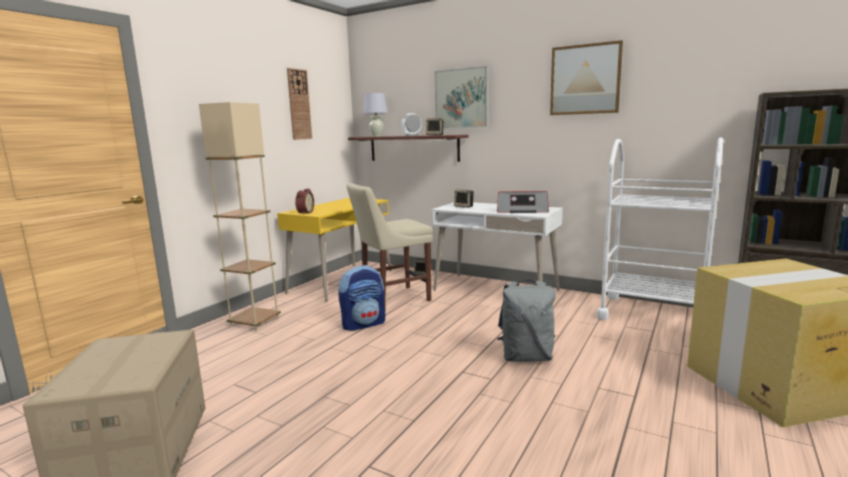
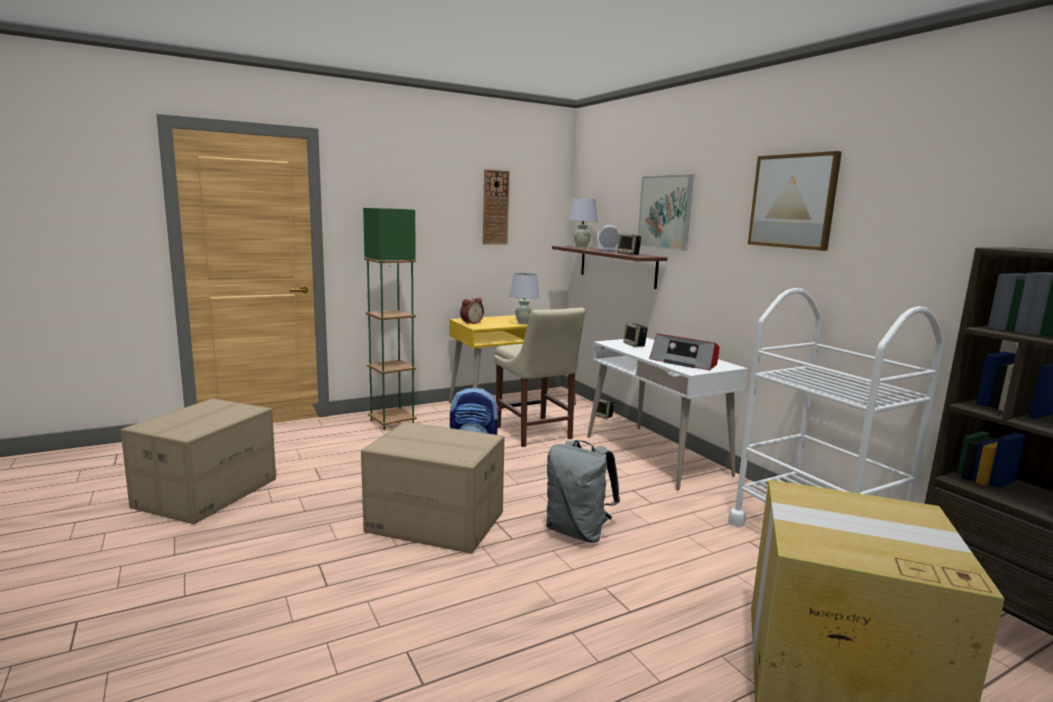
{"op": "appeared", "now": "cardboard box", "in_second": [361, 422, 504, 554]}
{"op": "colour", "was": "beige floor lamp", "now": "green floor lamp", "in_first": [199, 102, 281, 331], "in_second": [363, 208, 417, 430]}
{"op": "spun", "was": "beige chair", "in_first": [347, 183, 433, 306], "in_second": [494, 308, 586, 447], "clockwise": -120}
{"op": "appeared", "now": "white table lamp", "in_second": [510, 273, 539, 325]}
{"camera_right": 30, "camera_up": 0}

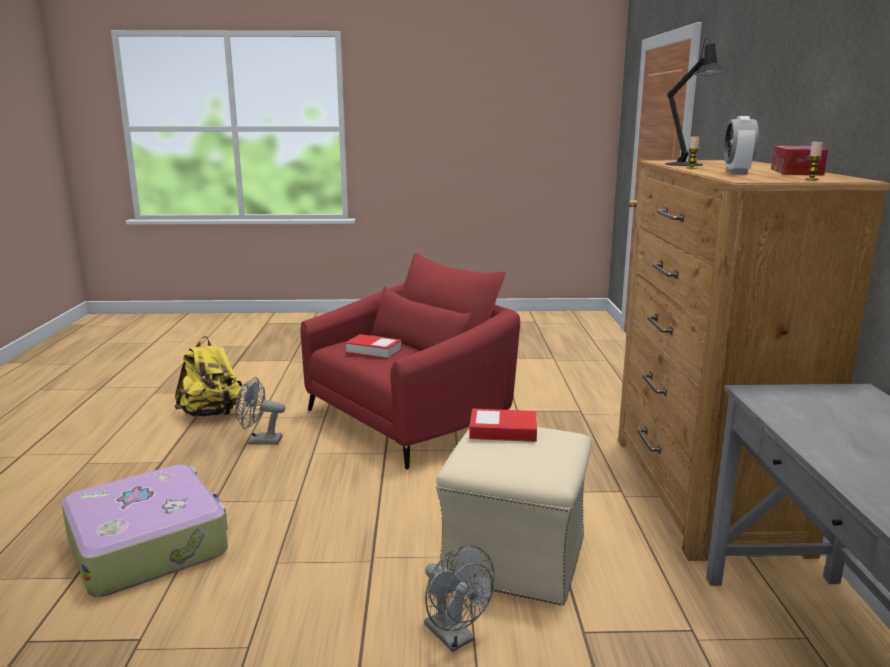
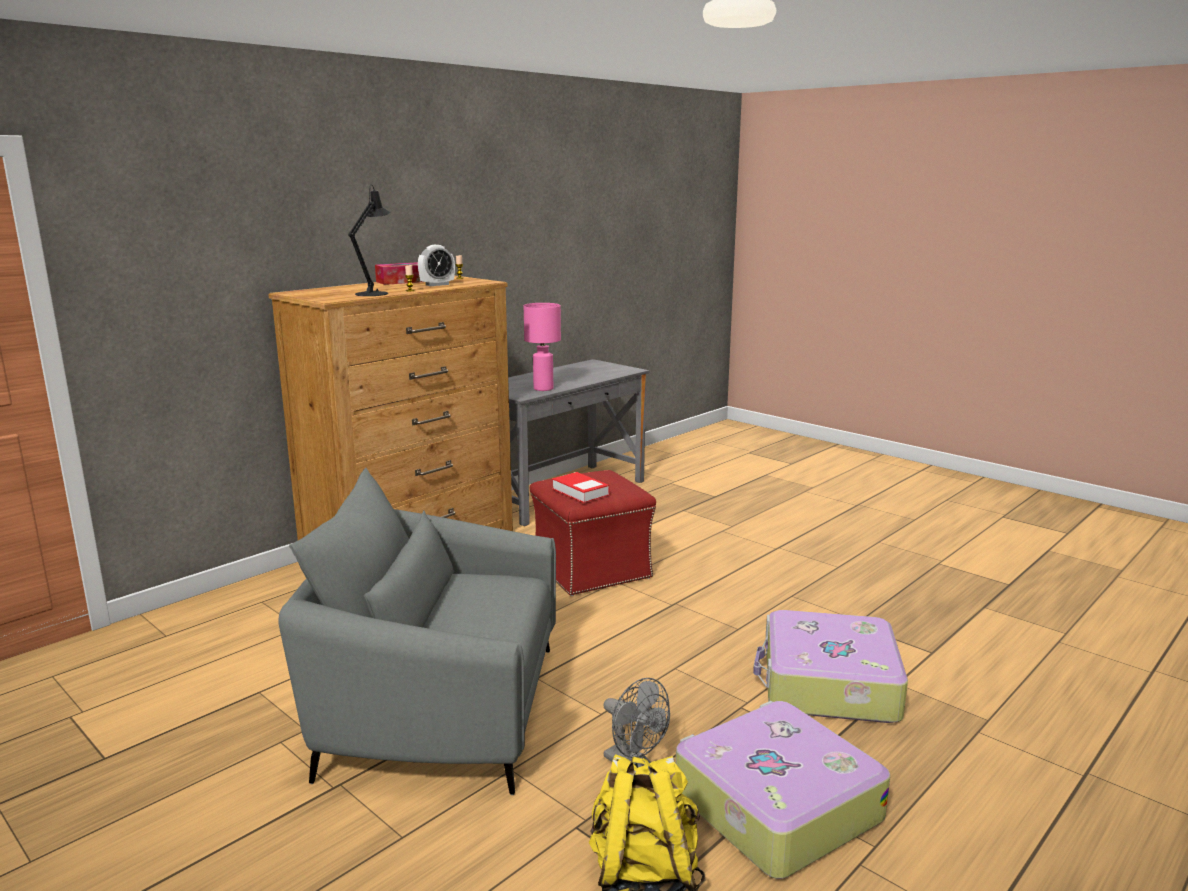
{"op": "colour", "was": "red armchair", "now": "grey armchair", "in_first": [300, 253, 520, 470], "in_second": [278, 468, 556, 795]}
{"op": "appeared", "now": "pink table lamp", "in_second": [524, 303, 561, 391]}
{"op": "colour", "was": "beige ottoman", "now": "red ottoman", "in_first": [436, 427, 592, 606], "in_second": [530, 470, 656, 596]}
{"op": "appeared", "now": "suitcase", "in_second": [676, 701, 891, 879]}
{"op": "missing", "was": "book", "in_first": [345, 334, 402, 359]}
{"op": "missing", "was": "grey fan", "in_first": [424, 545, 494, 652]}
{"camera_right": -135, "camera_up": 0}

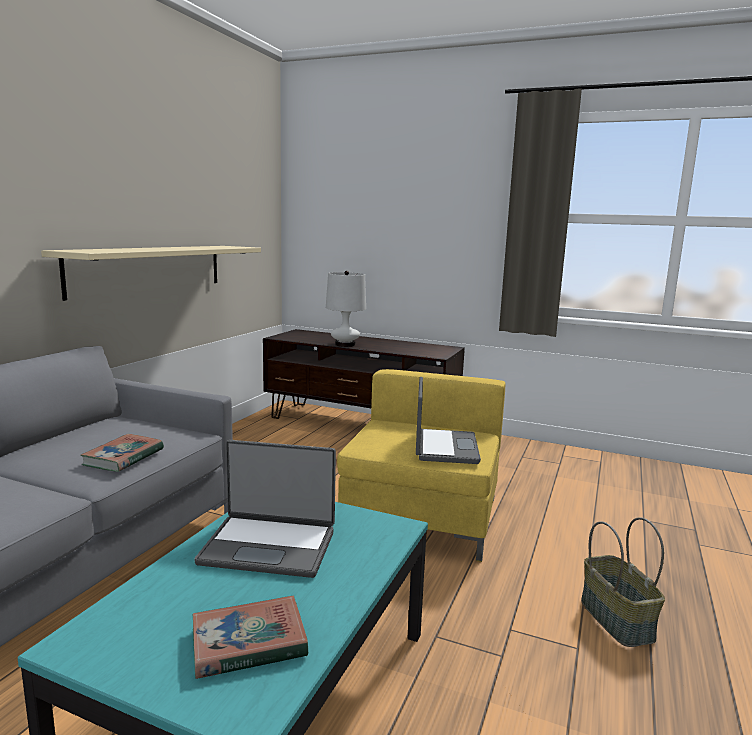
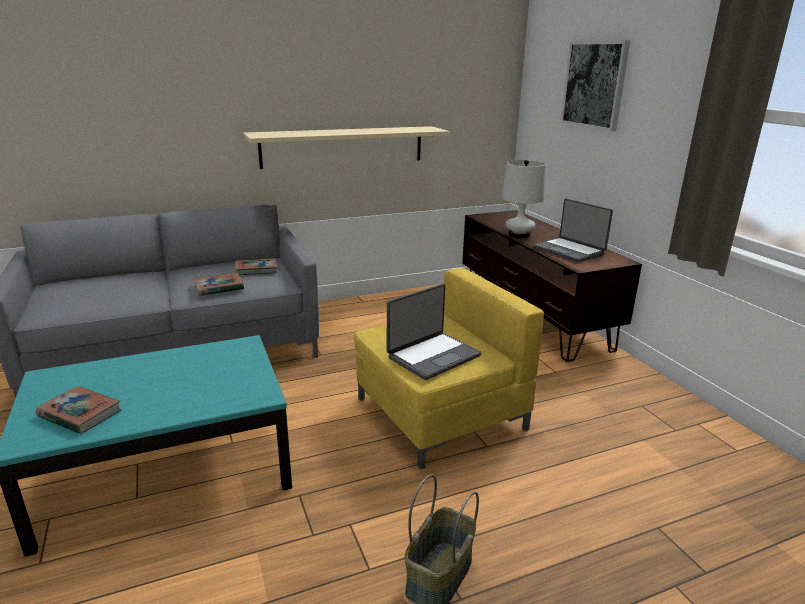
{"op": "appeared", "now": "book", "in_second": [235, 258, 278, 275]}
{"op": "relocated", "was": "laptop", "in_first": [195, 440, 336, 578], "in_second": [533, 198, 613, 263]}
{"op": "appeared", "now": "picture", "in_second": [561, 40, 630, 131]}
{"camera_right": 45, "camera_up": 10}

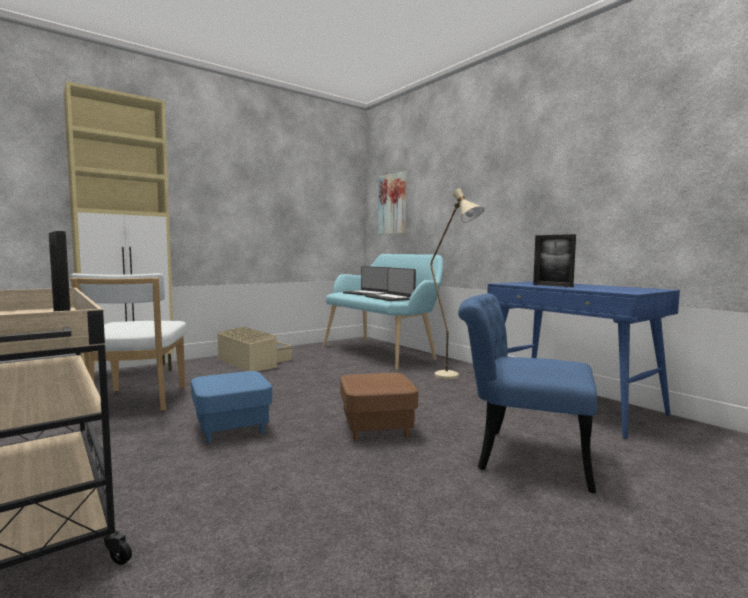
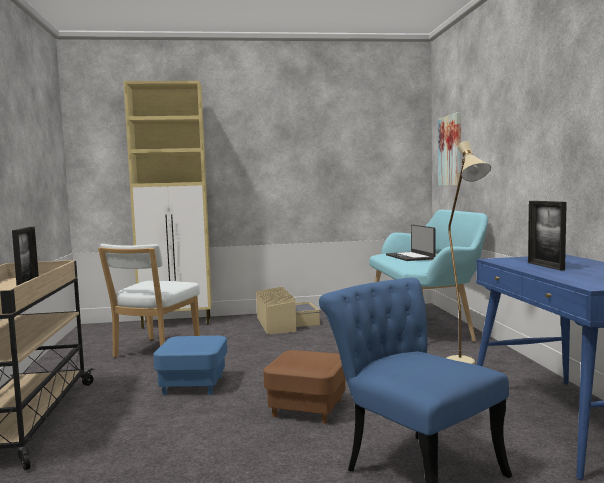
{"op": "missing", "was": "laptop", "in_first": [365, 267, 416, 301]}
{"camera_right": 30, "camera_up": 0}

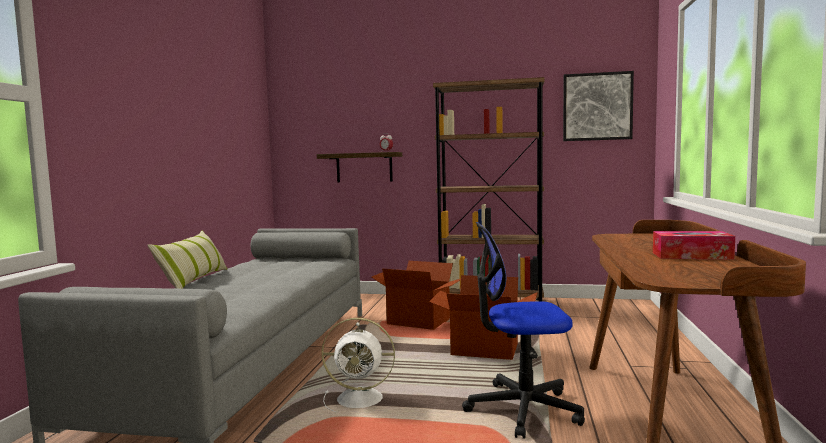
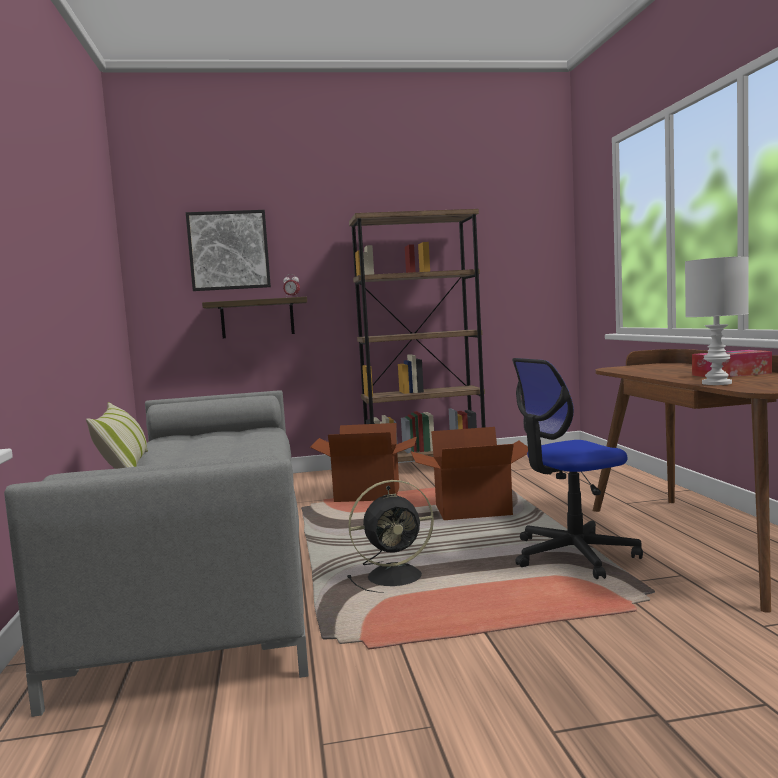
{"op": "relocated", "was": "picture", "in_first": [563, 71, 634, 141], "in_second": [186, 210, 271, 291]}
{"op": "colour", "was": "white fan", "now": "black fan", "in_first": [322, 318, 395, 412], "in_second": [347, 480, 434, 593]}
{"op": "appeared", "now": "white table lamp", "in_second": [685, 256, 749, 385]}
{"camera_right": -20, "camera_up": 0}

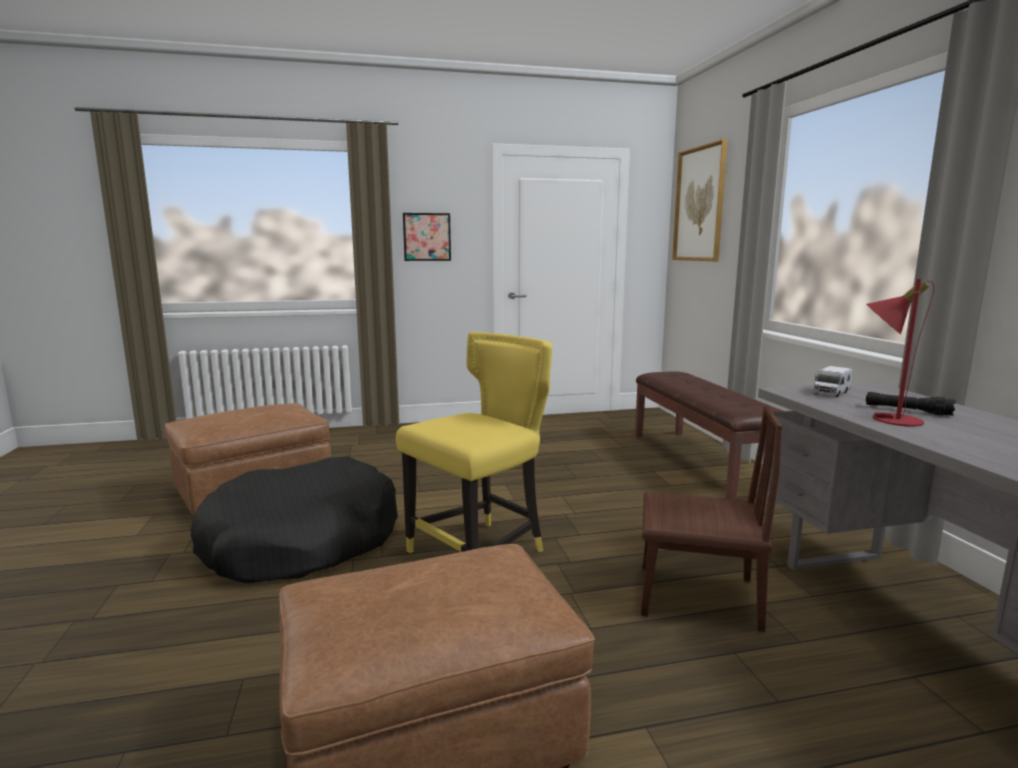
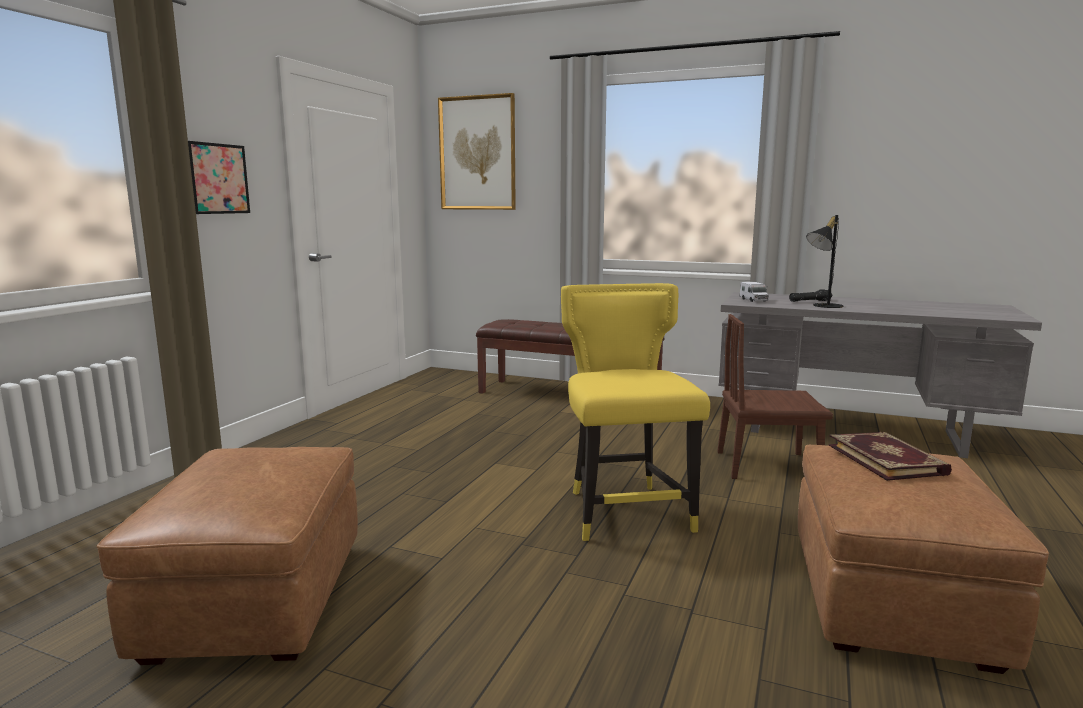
{"op": "spun", "was": "brown chair", "in_first": [641, 406, 783, 632], "in_second": [717, 314, 833, 479], "clockwise": -135}
{"op": "colour", "was": "red table lamp", "now": "black table lamp", "in_first": [866, 279, 934, 427], "in_second": [806, 215, 843, 308]}
{"op": "appeared", "now": "book", "in_second": [828, 432, 952, 481]}
{"op": "missing", "was": "black dog bed", "in_first": [191, 457, 398, 583]}
{"camera_right": -55, "camera_up": 0}

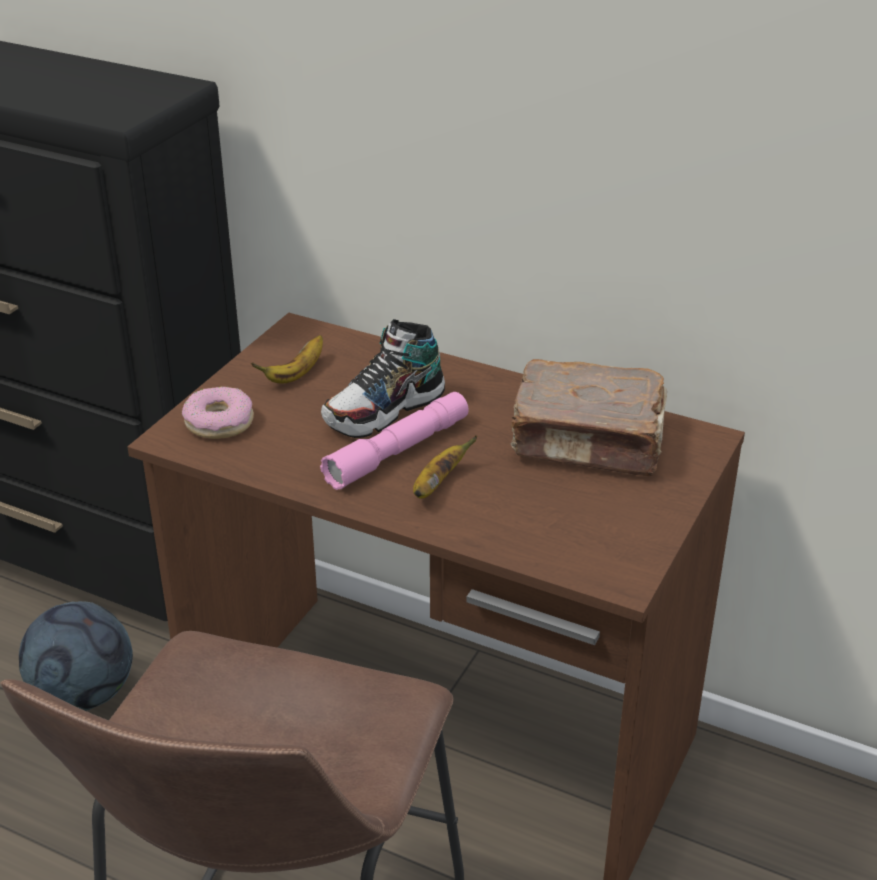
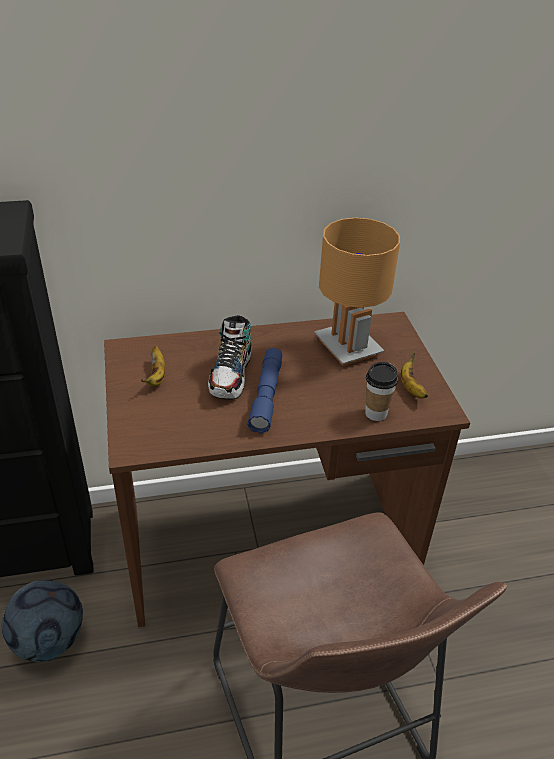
{"op": "colour", "was": "pink flashlight", "now": "blue flashlight", "in_first": [320, 392, 469, 490], "in_second": [247, 348, 283, 433]}
{"op": "exchanged", "was": "brown book", "now": "brown table lamp", "in_first": [510, 359, 667, 477], "in_second": [314, 218, 400, 366]}
{"op": "appeared", "now": "cup", "in_second": [365, 362, 398, 421]}
{"op": "relocated", "was": "banana", "in_first": [413, 435, 477, 499], "in_second": [401, 352, 428, 399]}
{"op": "missing", "was": "donut", "in_first": [182, 387, 254, 439]}
{"camera_right": -40, "camera_up": 5}

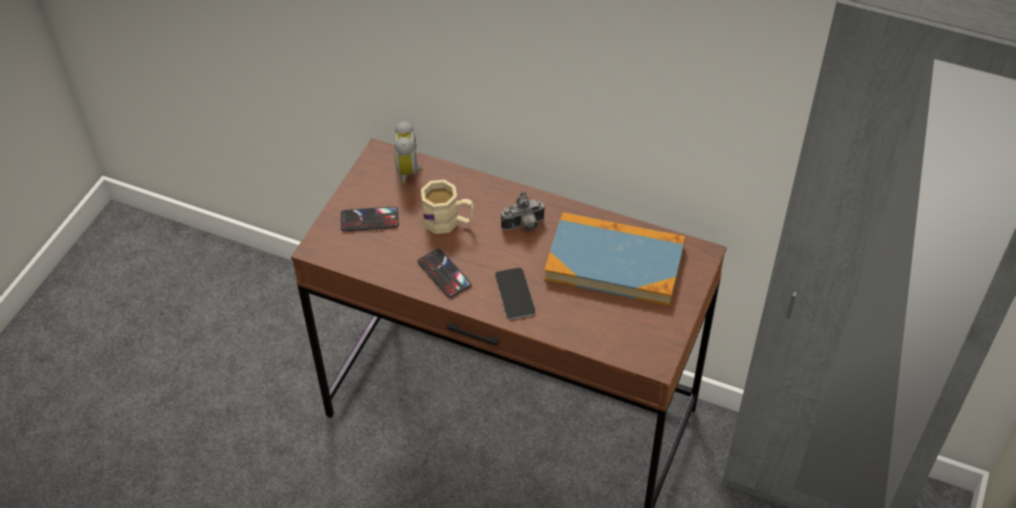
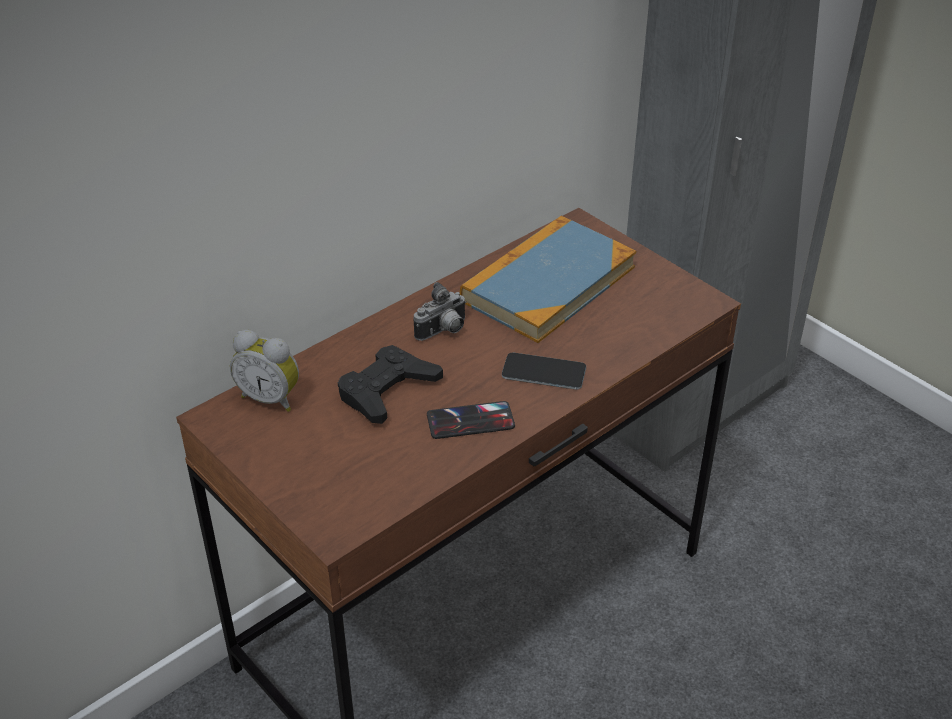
{"op": "exchanged", "was": "beige mug", "now": "black game controller", "in_first": [421, 180, 474, 234], "in_second": [338, 345, 443, 424]}
{"op": "spun", "was": "photo camera", "in_first": [501, 192, 545, 231], "in_second": [413, 282, 467, 341], "clockwise": 45}
{"op": "missing", "was": "phone", "in_first": [341, 206, 399, 231]}
{"camera_right": -65, "camera_up": -10}

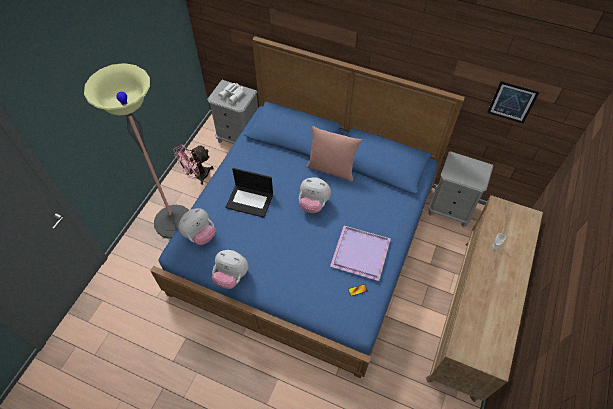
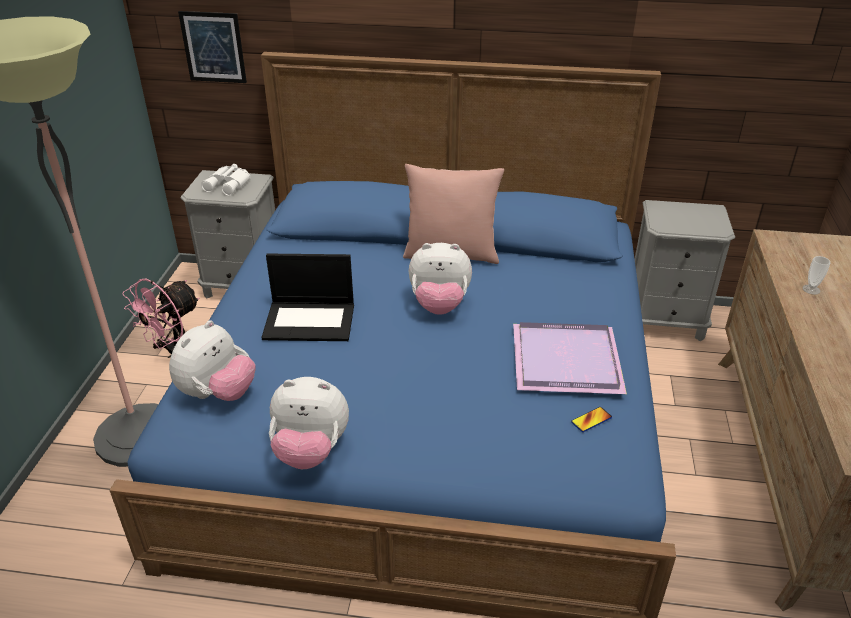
{"op": "relocated", "was": "picture", "in_first": [487, 81, 540, 123], "in_second": [178, 11, 247, 83]}
{"camera_right": -15, "camera_up": -20}

